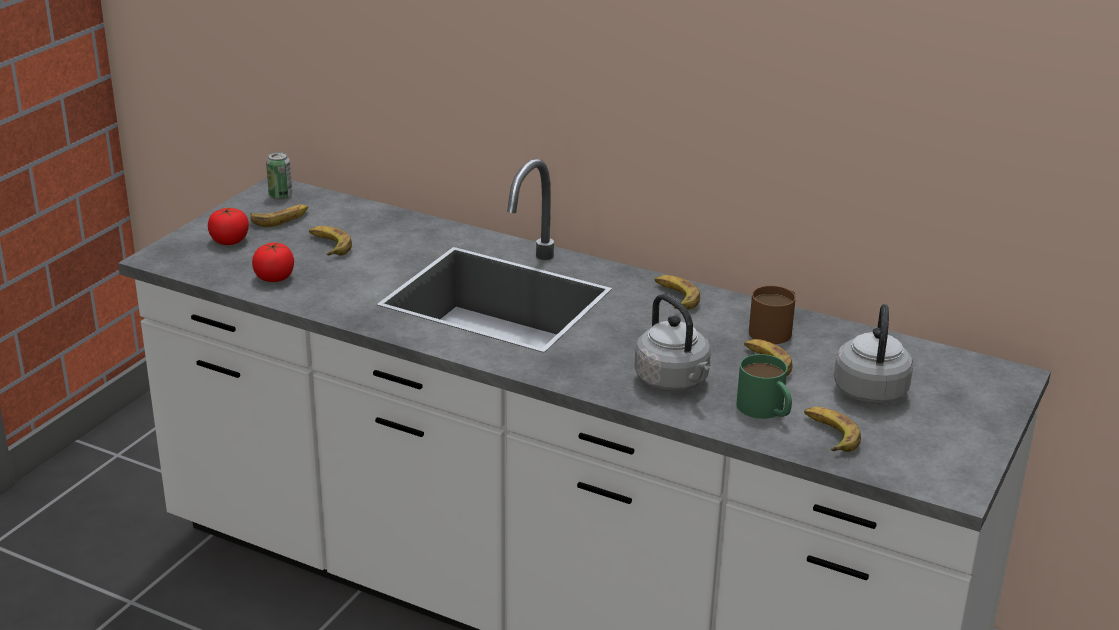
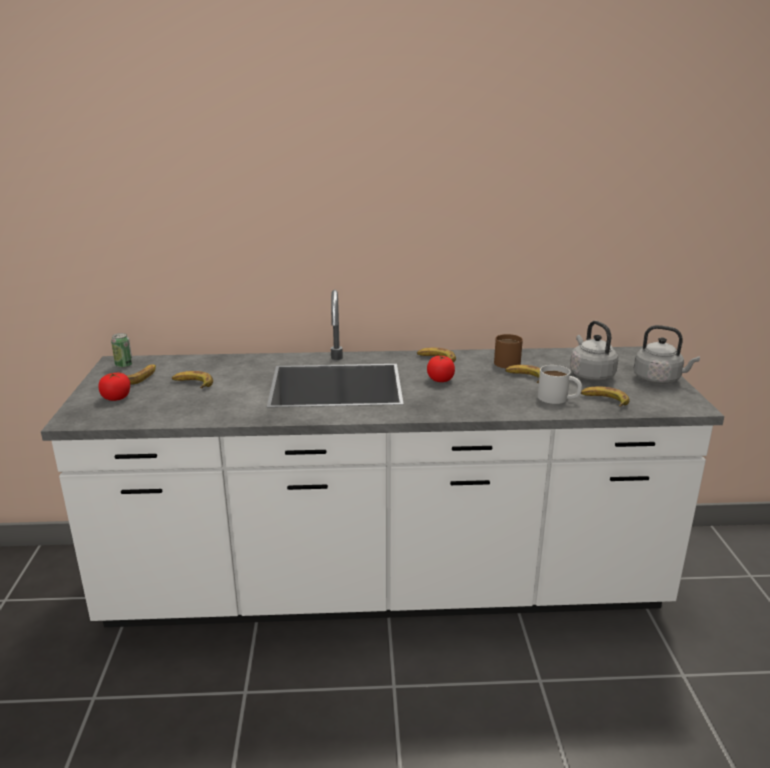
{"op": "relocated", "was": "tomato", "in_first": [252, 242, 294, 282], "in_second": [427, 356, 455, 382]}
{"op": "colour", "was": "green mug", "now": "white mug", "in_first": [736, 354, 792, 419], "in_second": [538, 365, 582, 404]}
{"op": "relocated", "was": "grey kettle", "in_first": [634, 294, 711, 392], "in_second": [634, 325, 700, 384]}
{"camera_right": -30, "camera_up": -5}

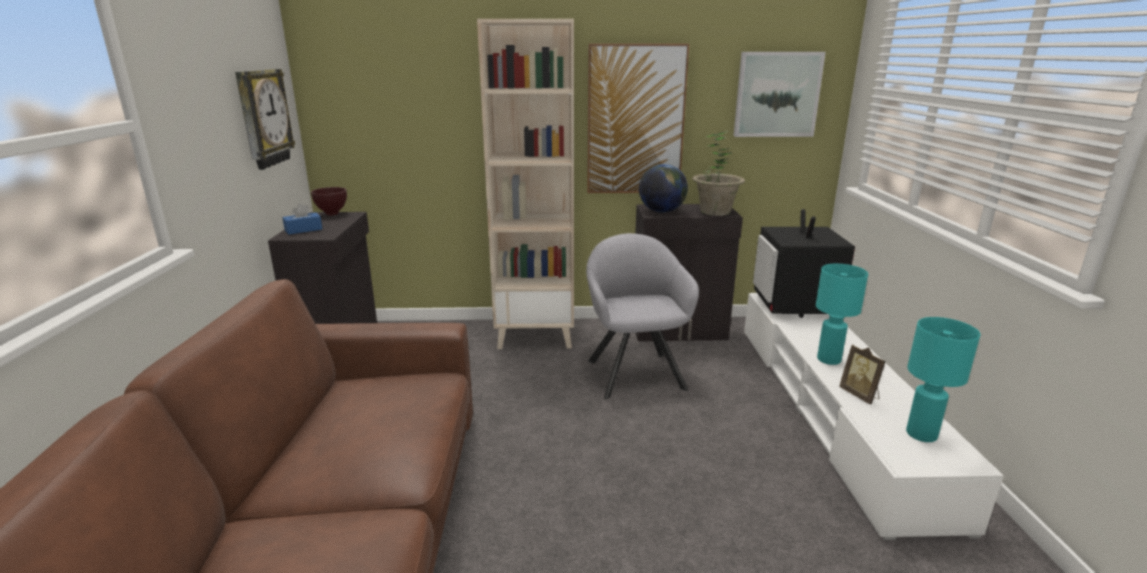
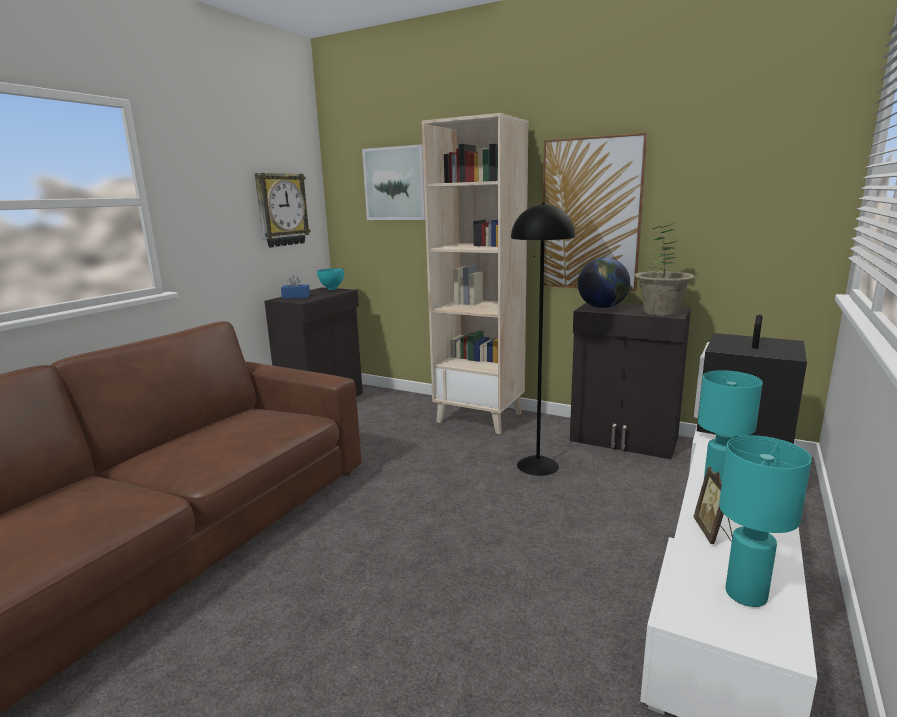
{"op": "colour", "was": "brown bowl", "now": "turquoise bowl", "in_first": [311, 187, 347, 215], "in_second": [317, 268, 344, 290]}
{"op": "relocated", "was": "picture", "in_first": [733, 52, 826, 137], "in_second": [362, 144, 425, 220]}
{"op": "exchanged", "was": "grey armchair", "now": "black floor lamp", "in_first": [586, 233, 699, 399], "in_second": [511, 203, 575, 476]}
{"camera_right": 30, "camera_up": -5}

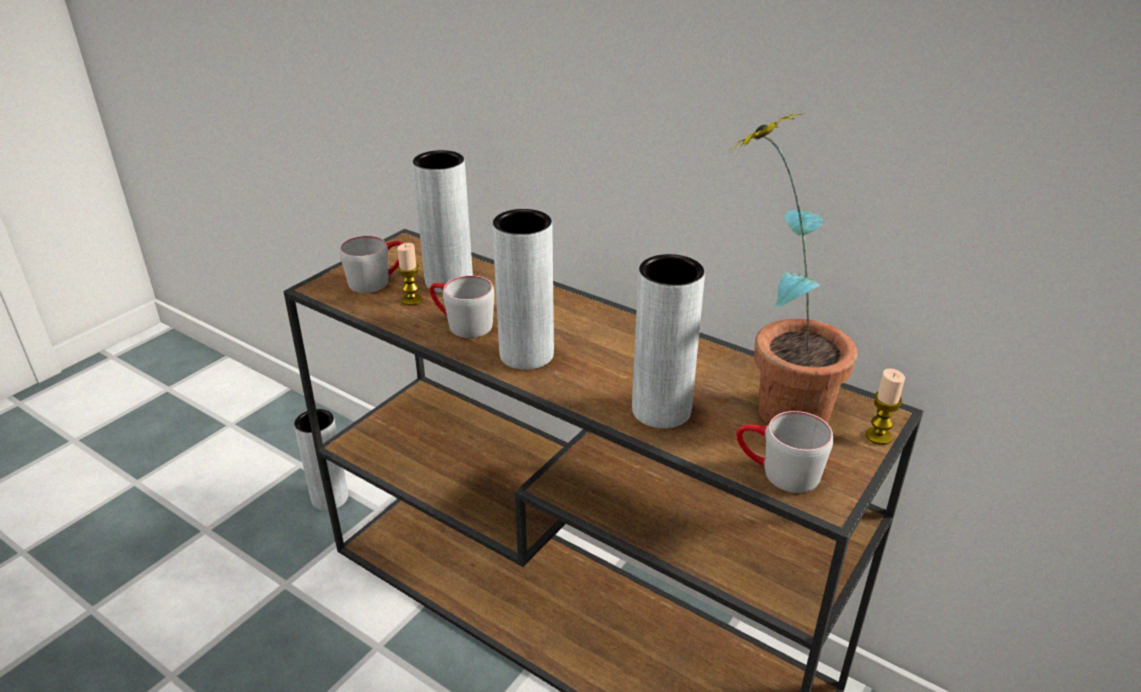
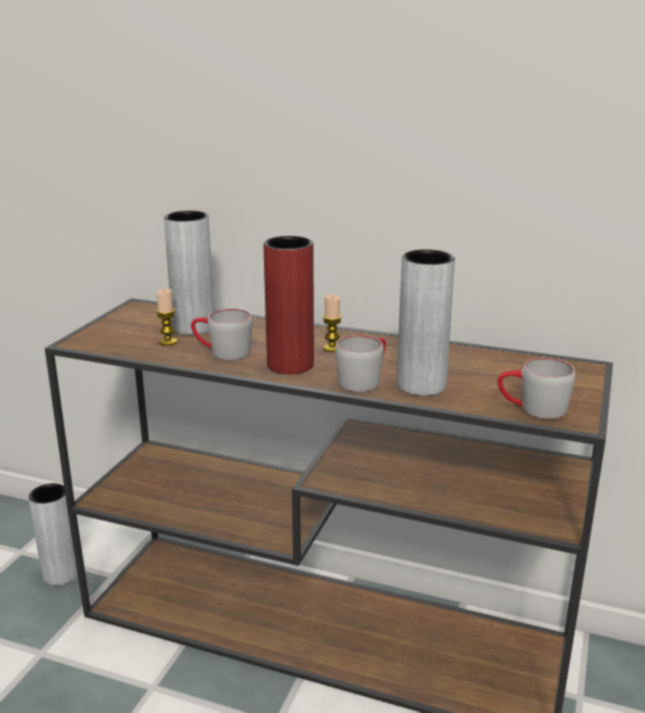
{"op": "colour", "was": "grey vase", "now": "red vase", "in_first": [492, 209, 554, 370], "in_second": [263, 236, 314, 374]}
{"op": "relocated", "was": "candle", "in_first": [865, 368, 905, 445], "in_second": [323, 294, 342, 352]}
{"op": "relocated", "was": "grey mug", "in_first": [340, 236, 404, 293], "in_second": [335, 335, 386, 392]}
{"op": "missing", "was": "potted plant", "in_first": [727, 113, 858, 424]}
{"camera_right": -15, "camera_up": -10}

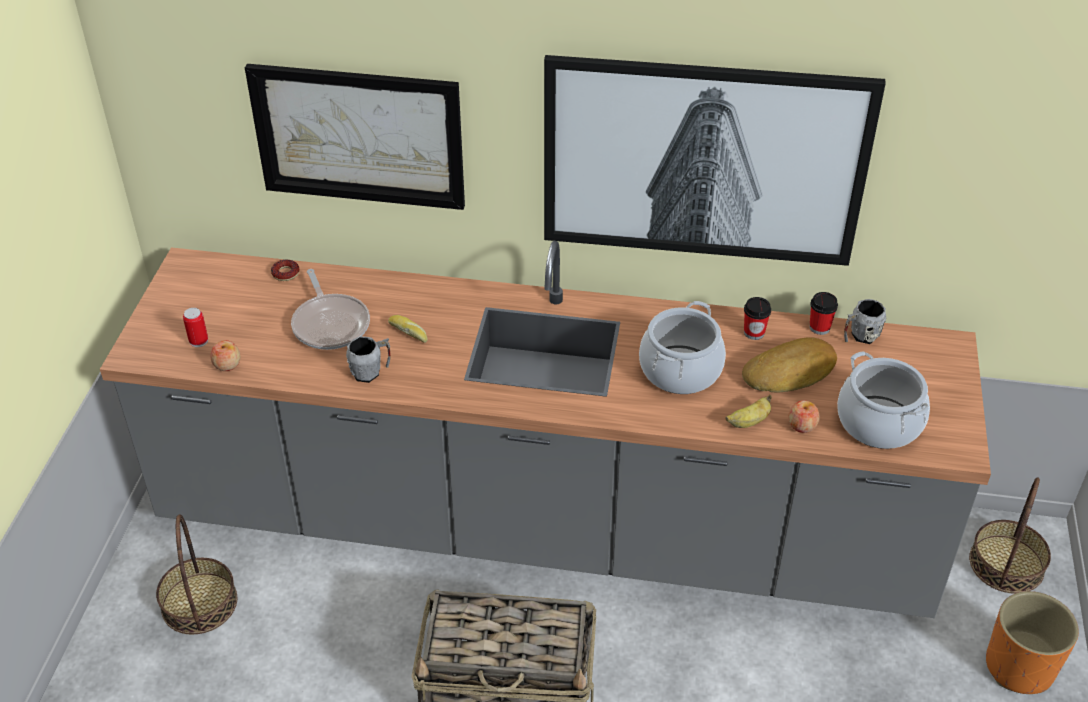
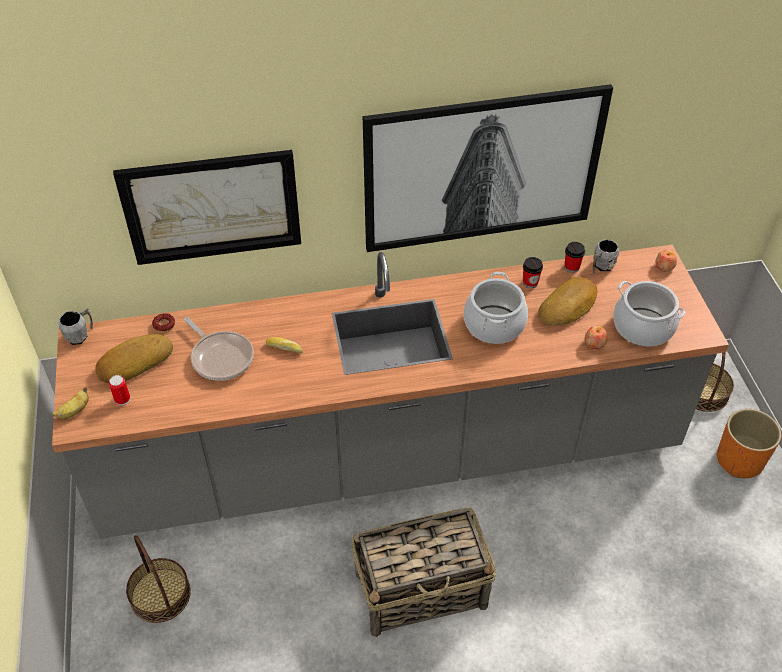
{"op": "relocated", "was": "banana", "in_first": [726, 395, 772, 428], "in_second": [52, 387, 89, 419]}
{"op": "relocated", "was": "grey mug", "in_first": [346, 336, 390, 383], "in_second": [58, 308, 93, 345]}
{"op": "appeared", "now": "bread", "in_second": [95, 334, 173, 384]}
{"op": "relocated", "was": "apple", "in_first": [210, 340, 241, 371], "in_second": [656, 250, 677, 272]}
{"camera_right": -20, "camera_up": 5}

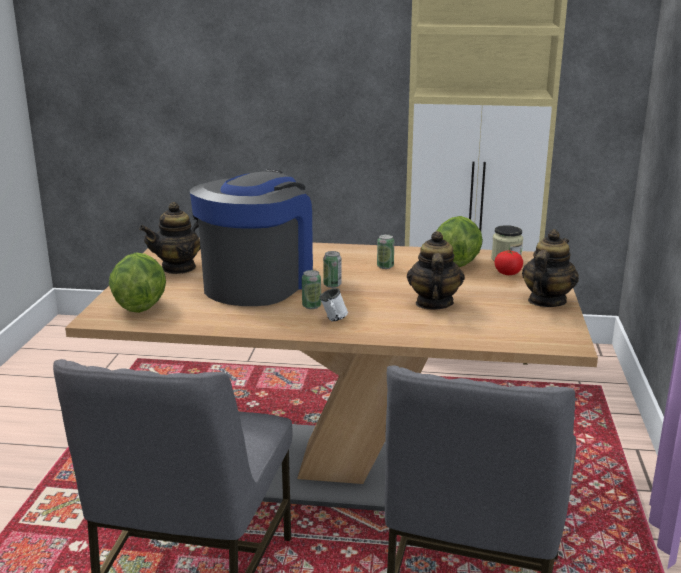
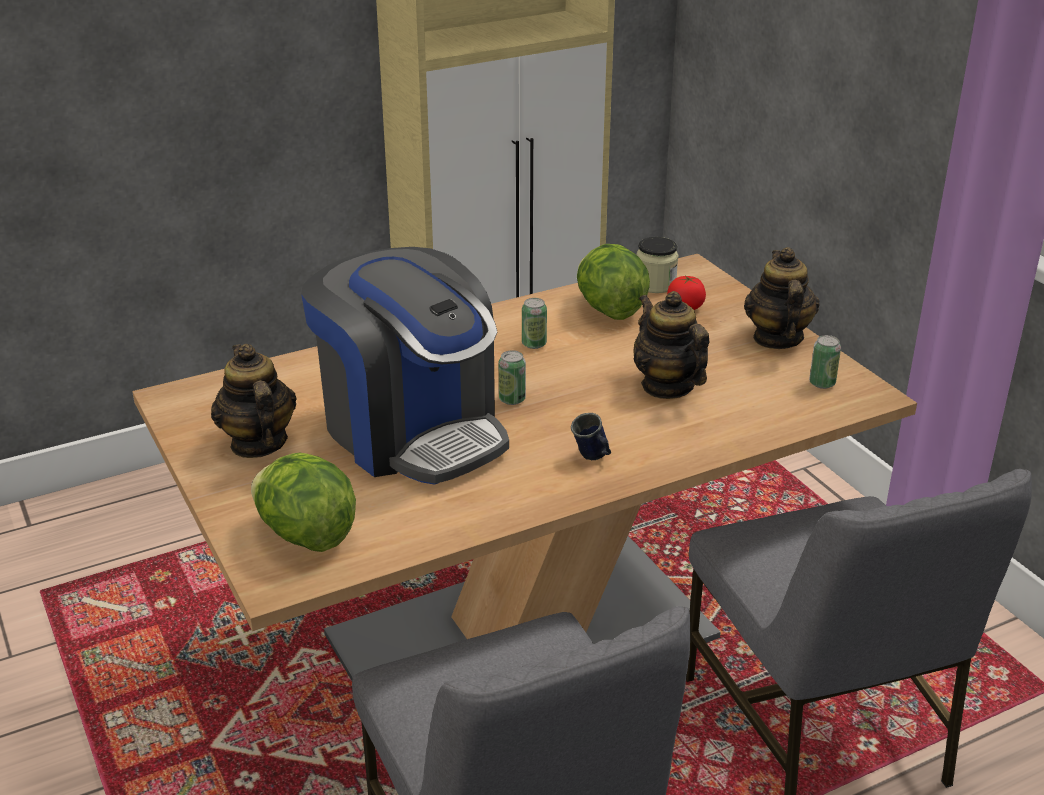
{"op": "spun", "was": "teapot", "in_first": [139, 202, 201, 274], "in_second": [211, 344, 296, 458], "clockwise": 135}
{"op": "spun", "was": "coffee machine", "in_first": [190, 170, 313, 306], "in_second": [301, 247, 509, 484], "clockwise": 150}
{"op": "colour", "was": "white mug", "now": "blue mug", "in_first": [319, 288, 348, 321], "in_second": [571, 413, 611, 460]}
{"op": "relocated", "was": "can", "in_first": [302, 270, 321, 309], "in_second": [809, 335, 841, 389]}
{"camera_right": -35, "camera_up": 10}

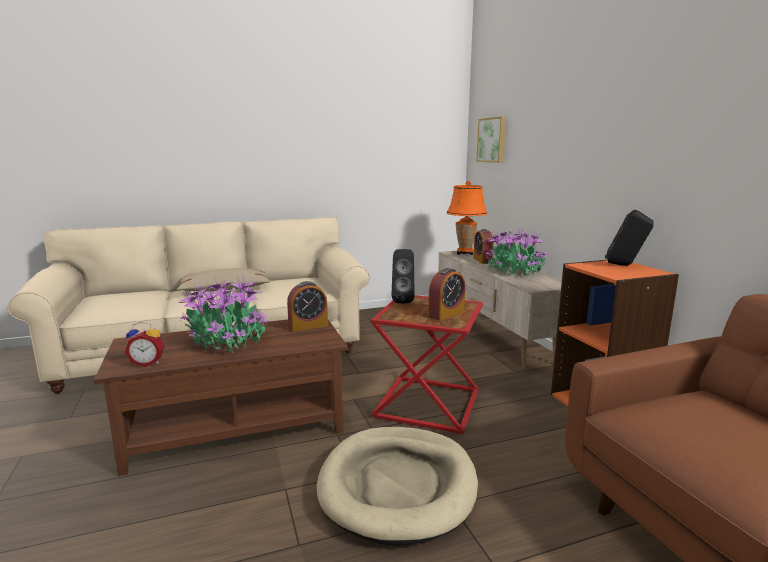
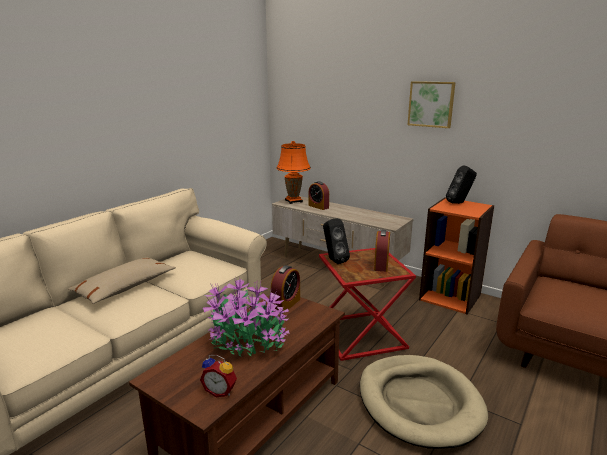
{"op": "spun", "was": "alarm clock", "in_first": [125, 322, 165, 367], "in_second": [200, 355, 237, 397], "clockwise": 60}
{"op": "relocated", "was": "picture", "in_first": [476, 116, 506, 163], "in_second": [408, 81, 456, 128]}
{"op": "missing", "was": "potted plant", "in_first": [486, 229, 549, 276]}
{"camera_right": -35, "camera_up": 5}

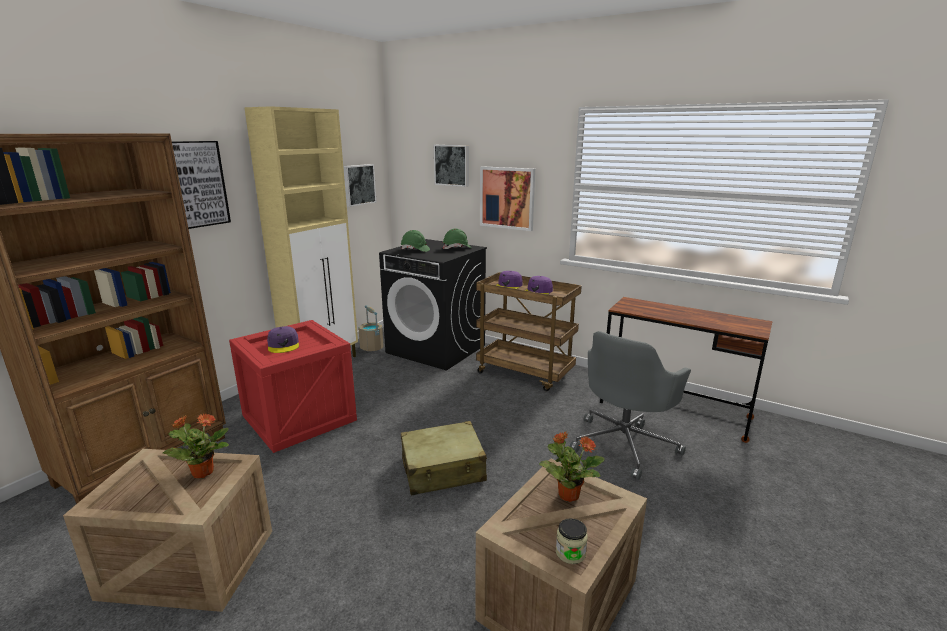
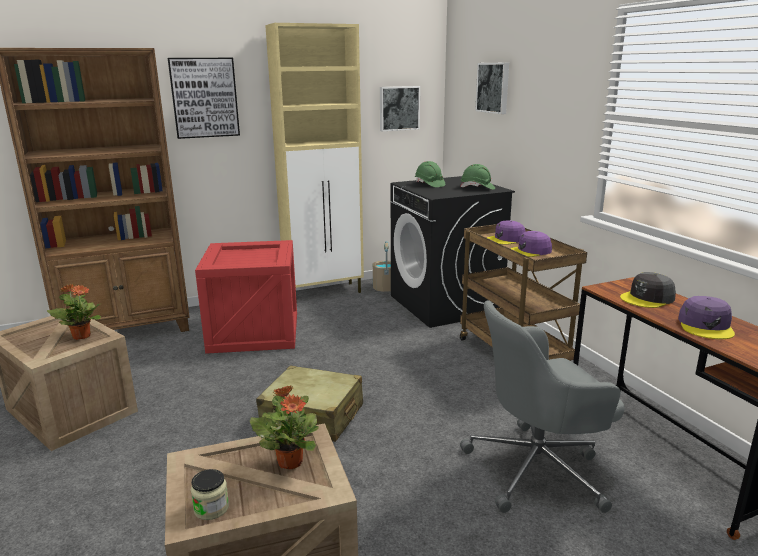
{"op": "appeared", "now": "grey cap", "in_second": [620, 272, 676, 308]}
{"op": "relocated", "was": "purple cap", "in_first": [267, 326, 299, 353], "in_second": [678, 296, 735, 339]}
{"op": "missing", "was": "picture", "in_first": [480, 166, 535, 231]}
{"camera_right": 35, "camera_up": 0}

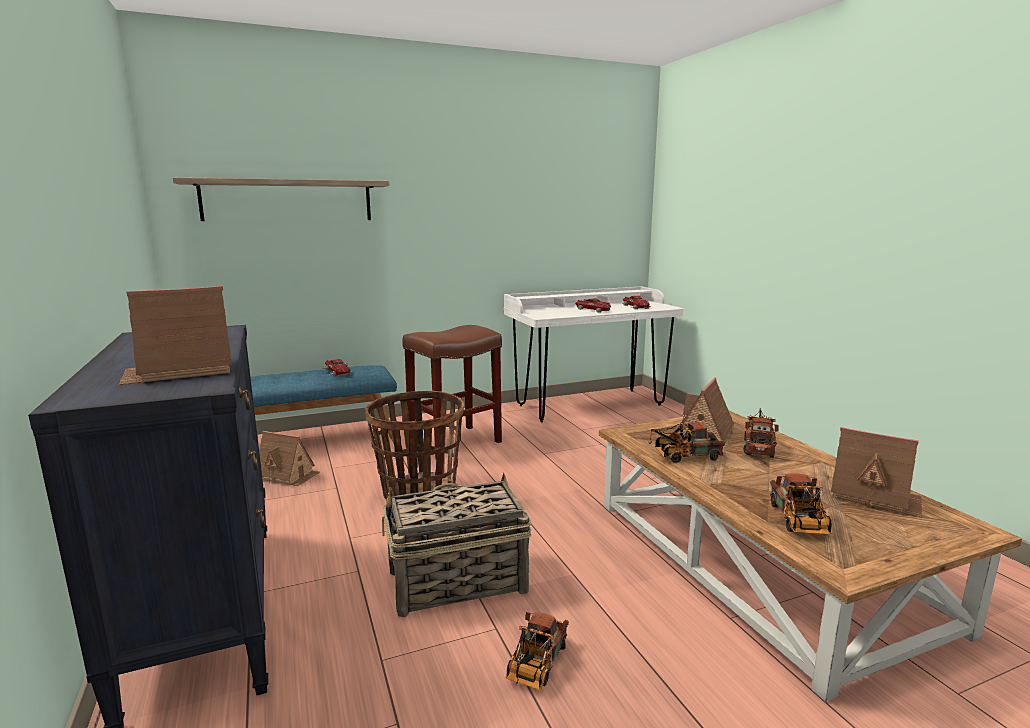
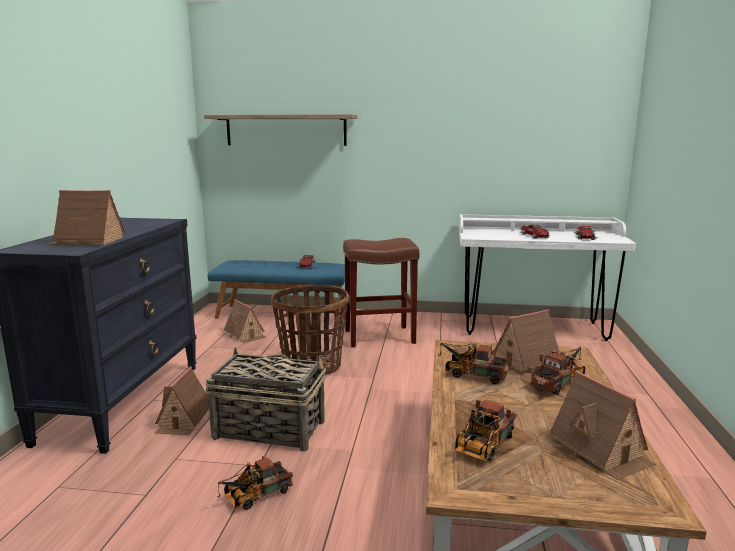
{"op": "appeared", "now": "toy house", "in_second": [155, 366, 209, 435]}
{"camera_right": 30, "camera_up": 0}

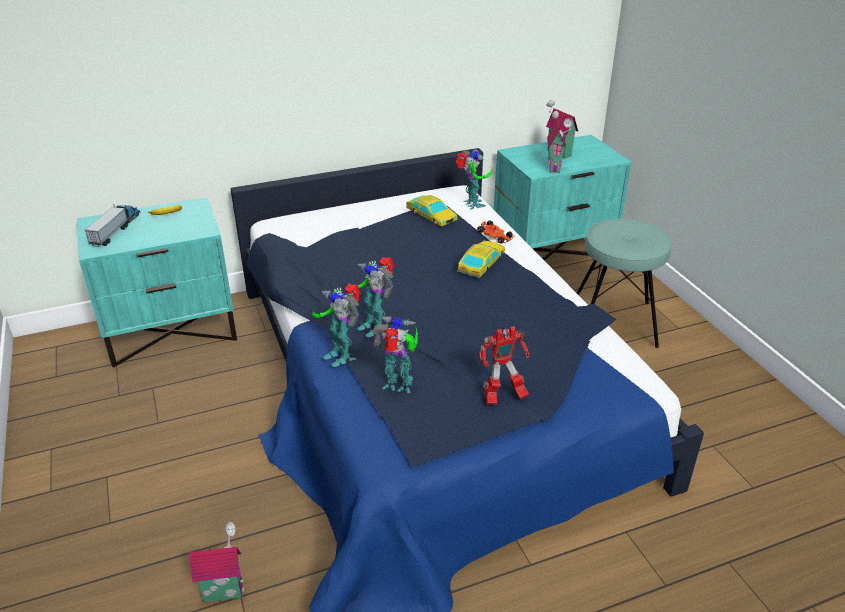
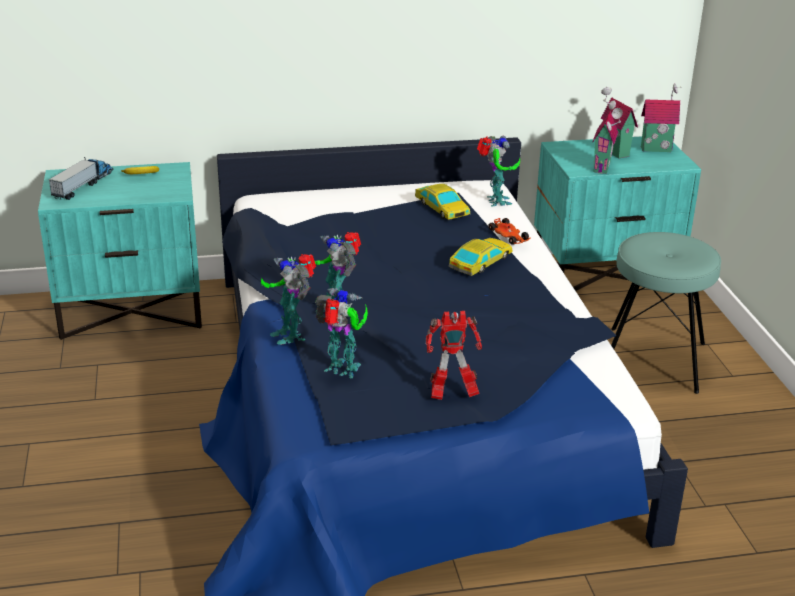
{"op": "relocated", "was": "toy house", "in_first": [189, 522, 244, 602], "in_second": [641, 83, 681, 152]}
{"camera_right": 10, "camera_up": -5}

